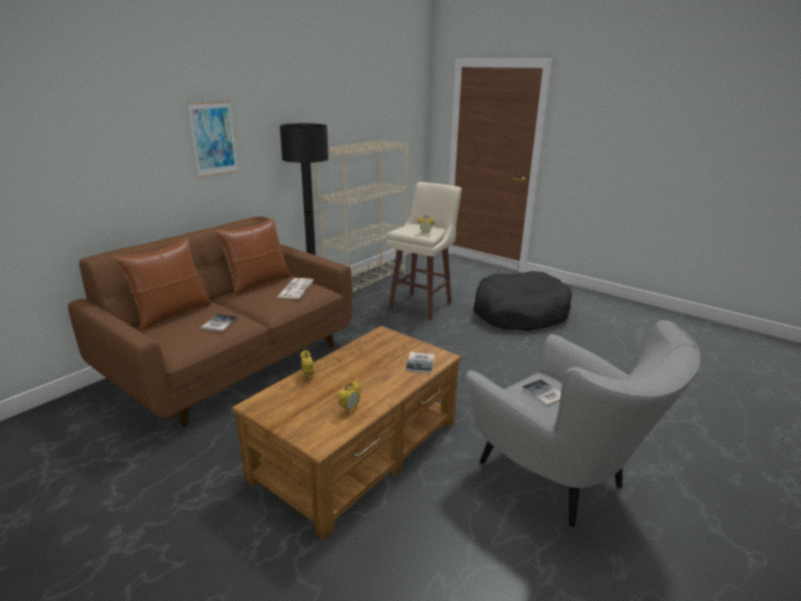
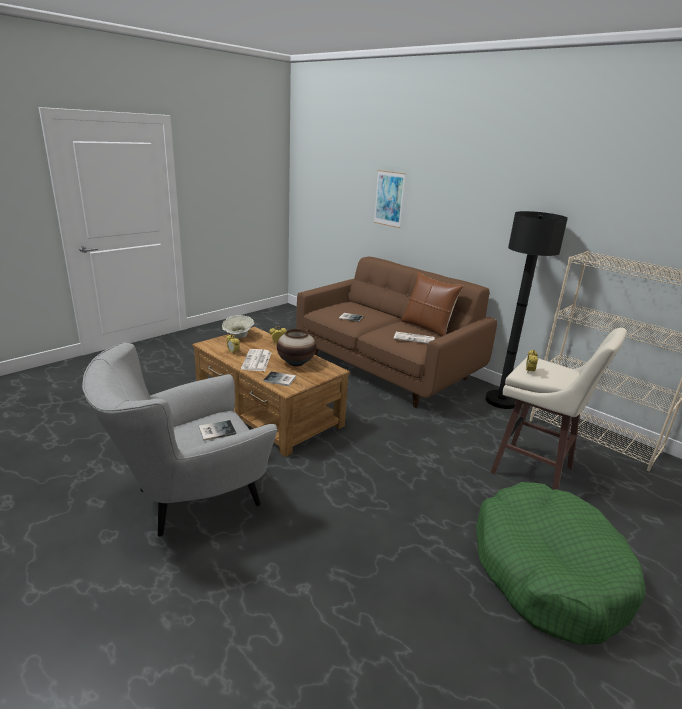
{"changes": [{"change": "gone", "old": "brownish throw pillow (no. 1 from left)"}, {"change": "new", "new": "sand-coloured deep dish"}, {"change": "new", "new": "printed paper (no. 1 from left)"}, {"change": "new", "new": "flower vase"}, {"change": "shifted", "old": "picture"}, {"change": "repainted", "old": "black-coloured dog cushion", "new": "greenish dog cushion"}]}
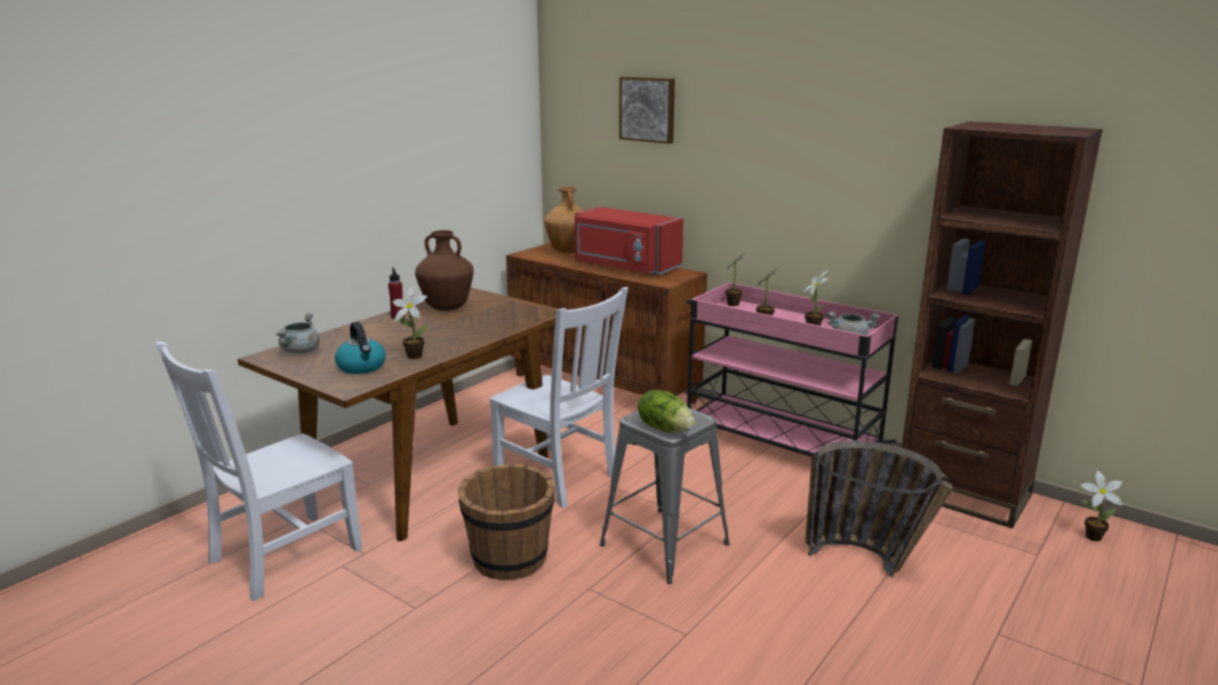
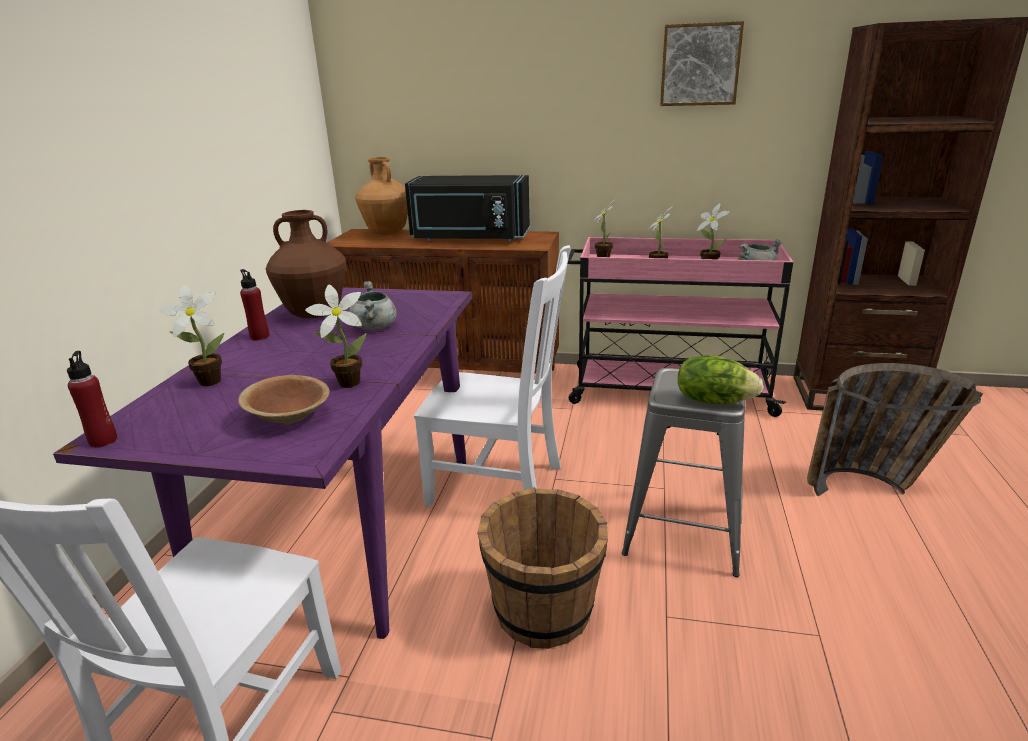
{"changes": [{"change": "new", "new": "reddish beverage bottle (no. 1 from left)"}, {"change": "shifted", "old": "greyish stockpot (no. 1 from left)"}, {"change": "shifted", "old": "picture"}, {"change": "shifted", "old": "potted plant (no. 5 from left in the first image)", "new": "potted plant (no. 1 from left)"}, {"change": "swapped", "old": "water kettle", "new": "brownish deep dish"}, {"change": "repainted", "old": "brownish dinner table", "new": "purplish dinner table"}, {"change": "repainted", "old": "reddish microwave oven", "new": "black-coloured microwave oven"}]}
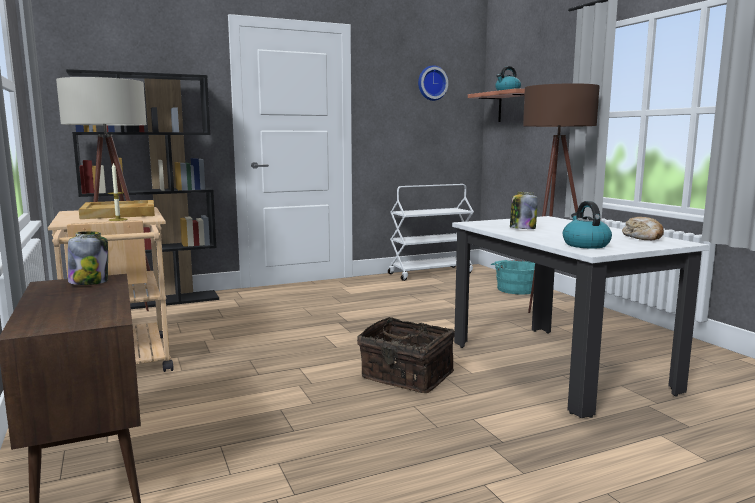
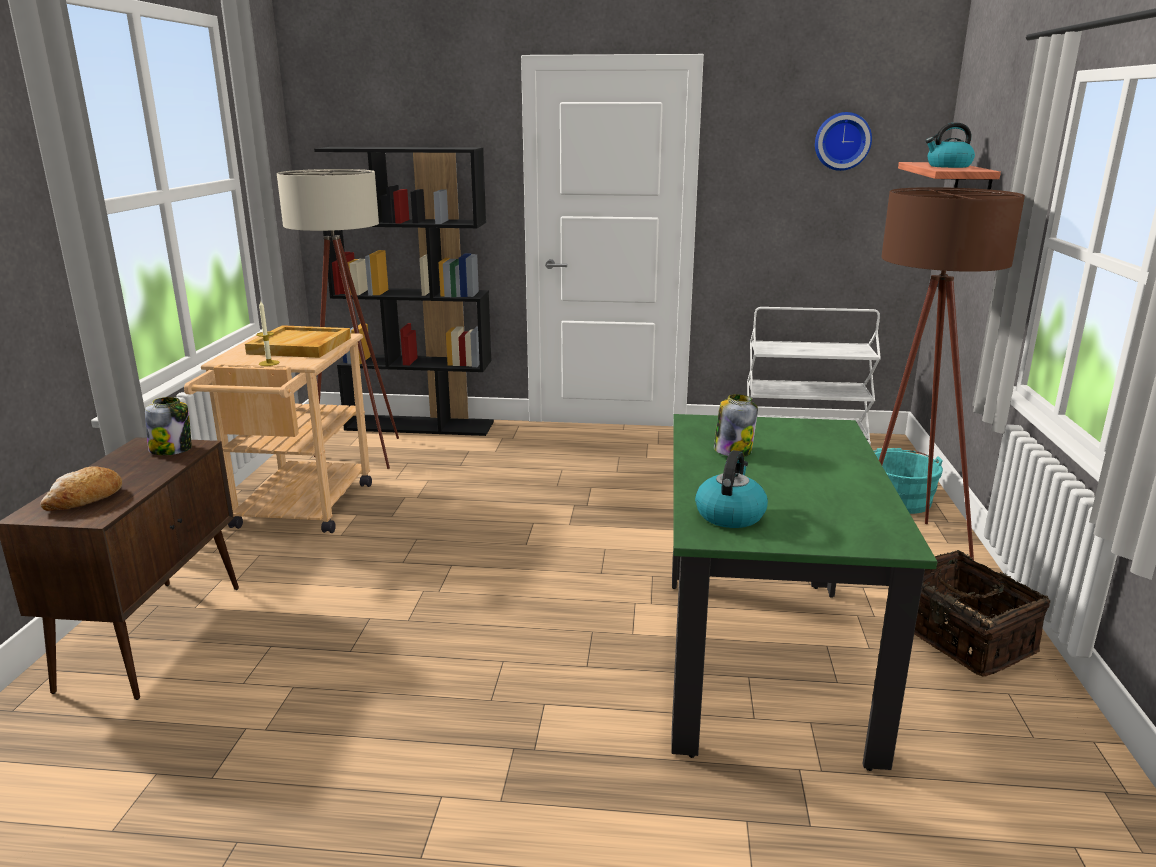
{"changes": [{"change": "shifted", "old": "basket"}, {"change": "shifted", "old": "baked bread"}, {"change": "repainted", "old": "white dinner table", "new": "greenish dinner table"}]}
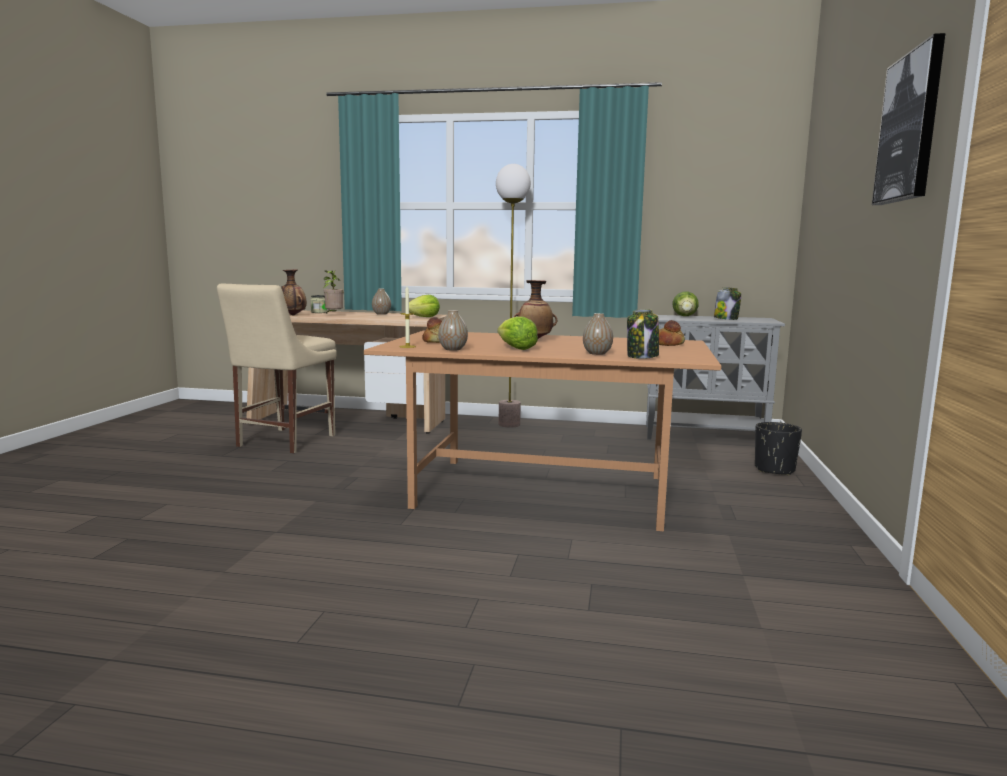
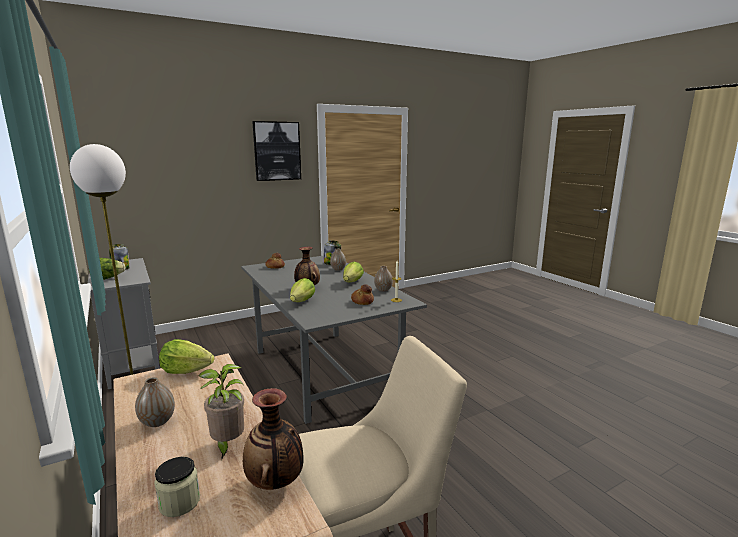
{"changes": [{"change": "gone", "old": "black-coloured plant pot"}, {"change": "new", "new": "lettuce (no. 3 from left)"}, {"change": "repainted", "old": "brownish dinner table", "new": "greyish dinner table"}]}
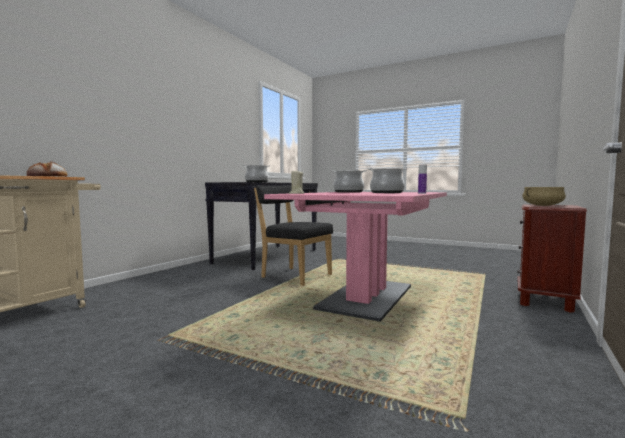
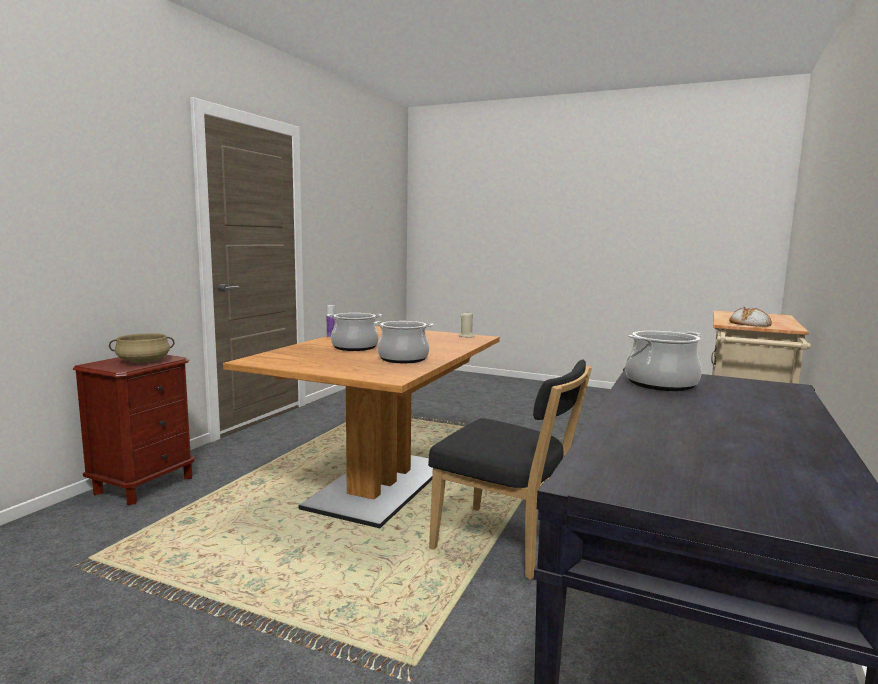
{"changes": [{"change": "repainted", "old": "pink dinner table", "new": "brownish dinner table"}]}
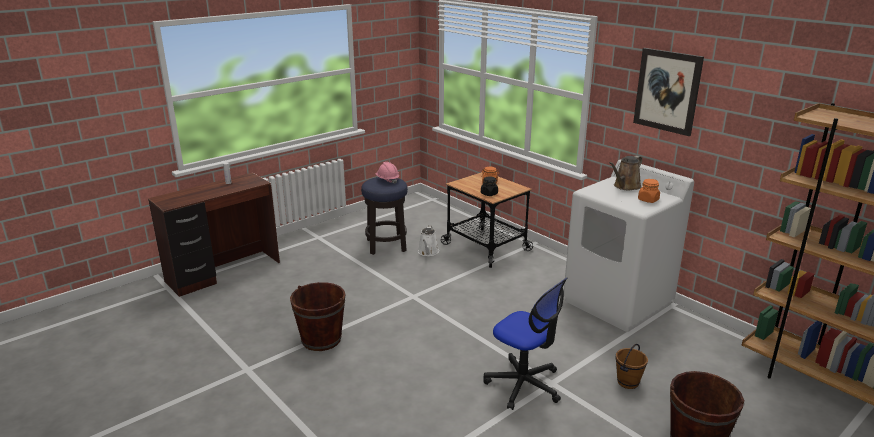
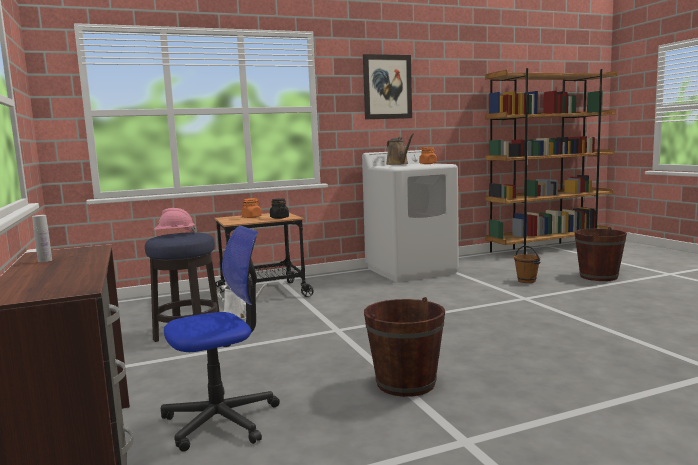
{"changes": [{"change": "shifted", "old": "office chair"}]}
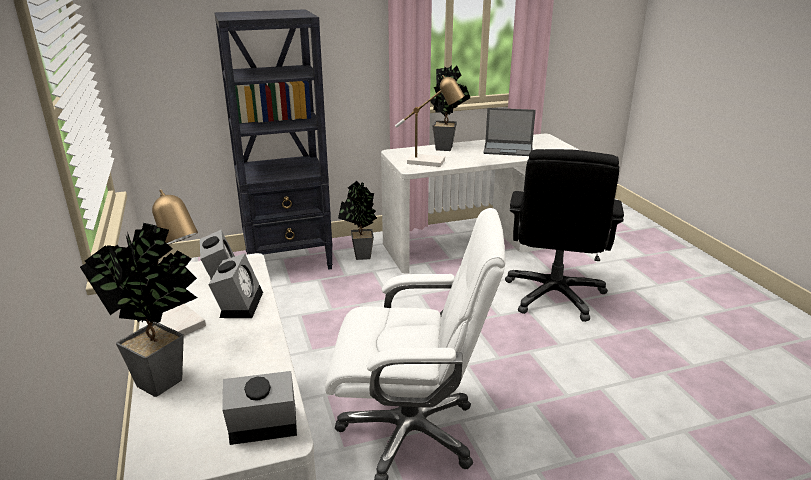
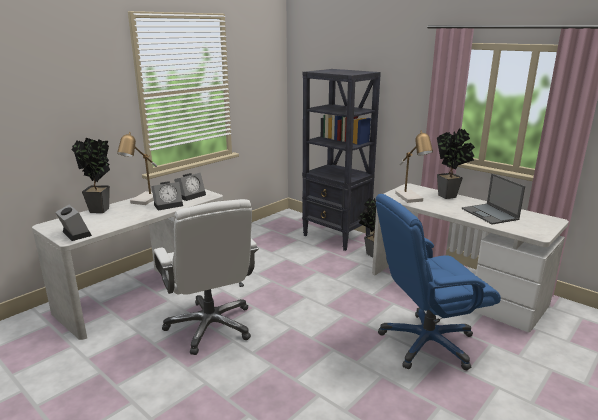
{"changes": [{"change": "repainted", "old": "black-coloured office chair", "new": "bluish office chair"}]}
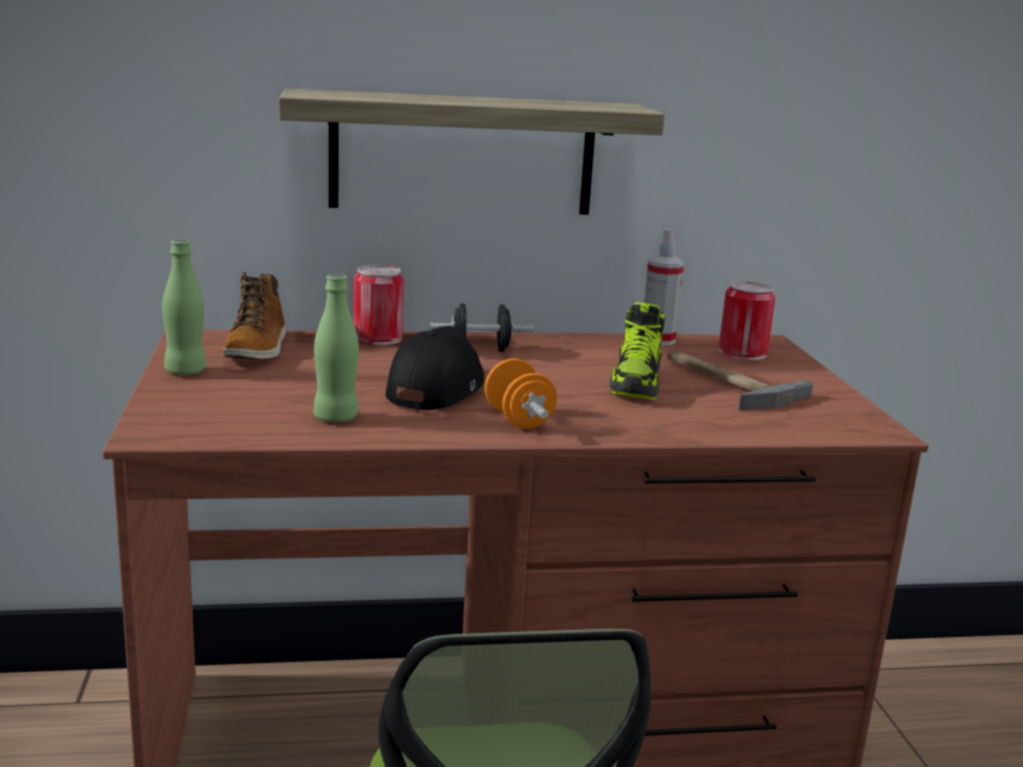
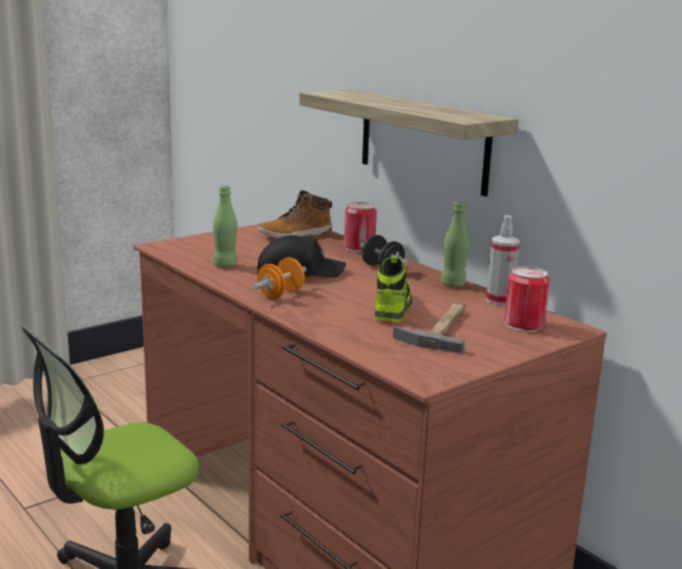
{"changes": [{"change": "shifted", "old": "greenish beverage bottle (no. 1 from left in the first image)", "new": "greenish beverage bottle (no. 2 from left)"}, {"change": "rotated", "old": "low shoe", "degrees": 120}]}
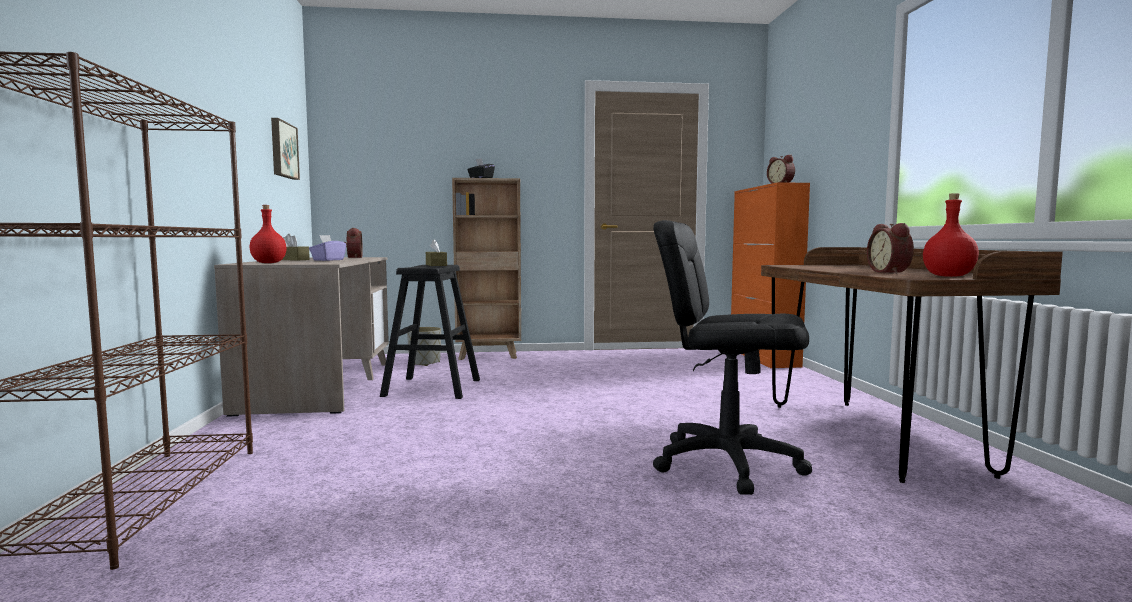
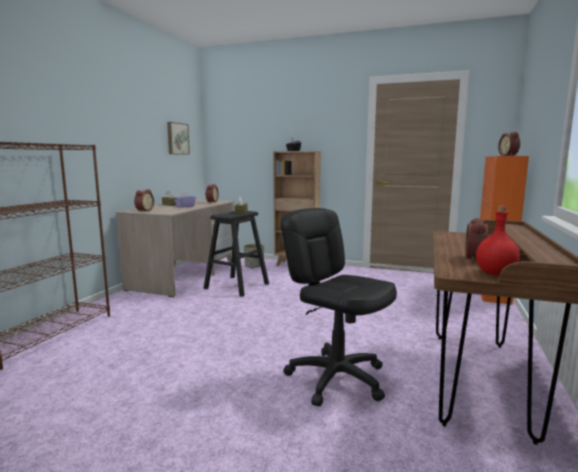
{"changes": [{"change": "swapped", "old": "reddish beverage bottle (no. 1 from left)", "new": "bedside clock (no. 1 from left)"}]}
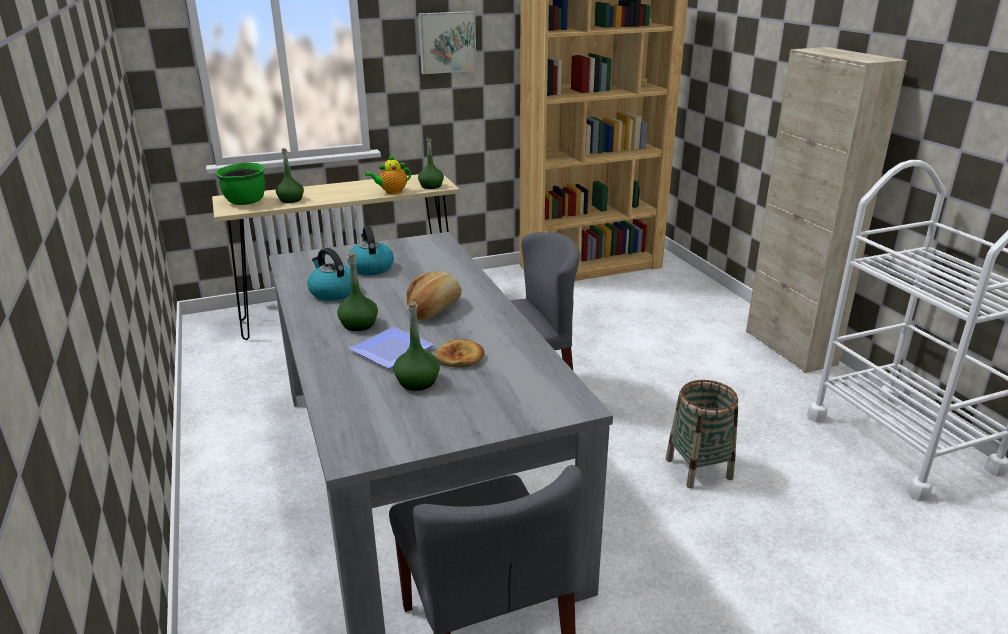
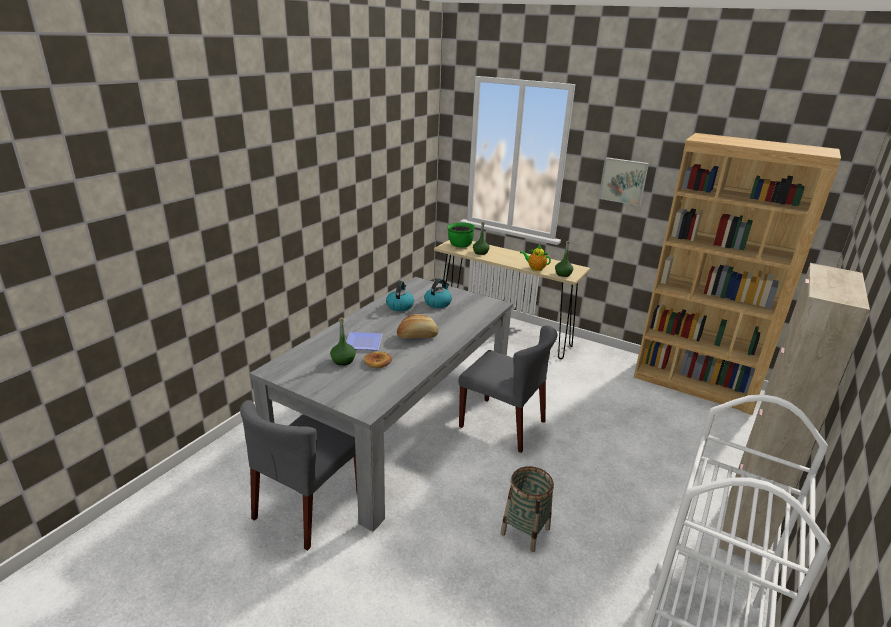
{"changes": [{"change": "gone", "old": "greenish beverage bottle (no. 2 from left)"}]}
